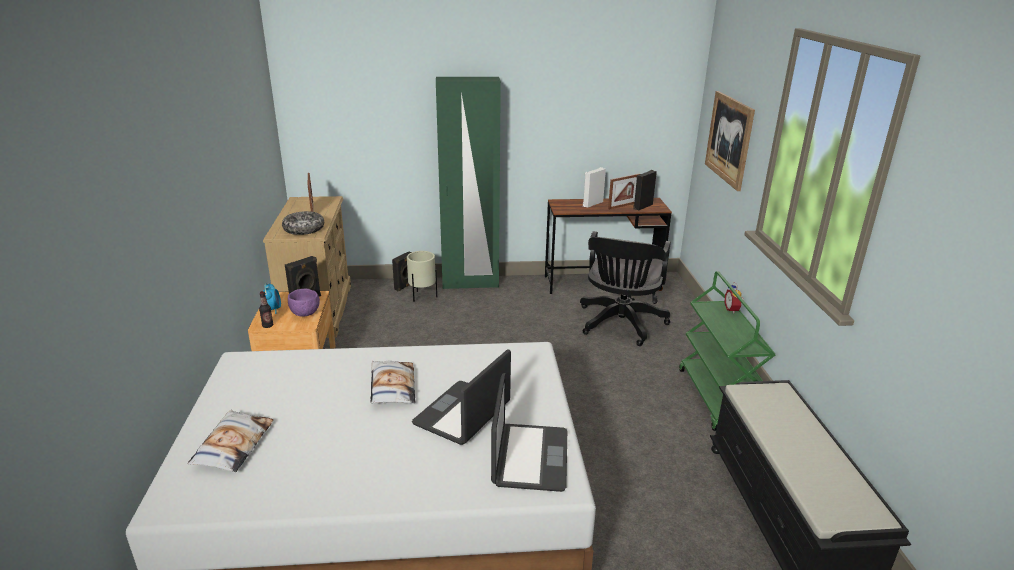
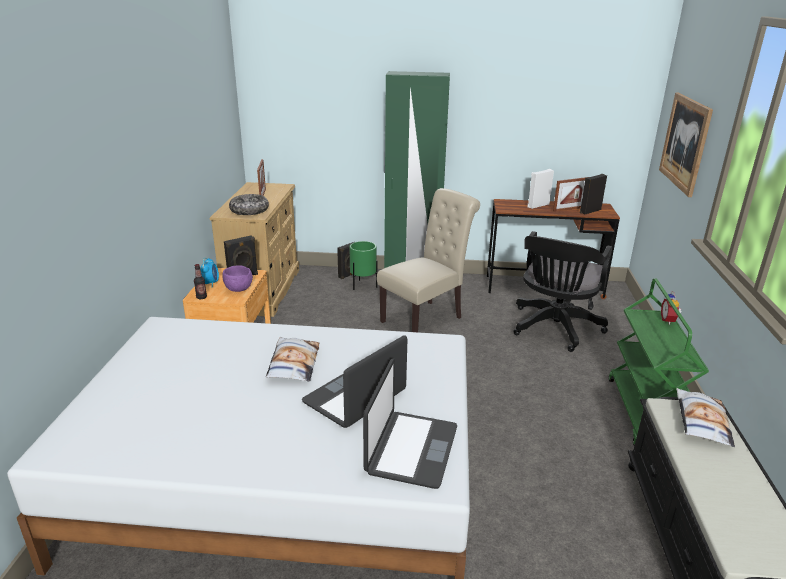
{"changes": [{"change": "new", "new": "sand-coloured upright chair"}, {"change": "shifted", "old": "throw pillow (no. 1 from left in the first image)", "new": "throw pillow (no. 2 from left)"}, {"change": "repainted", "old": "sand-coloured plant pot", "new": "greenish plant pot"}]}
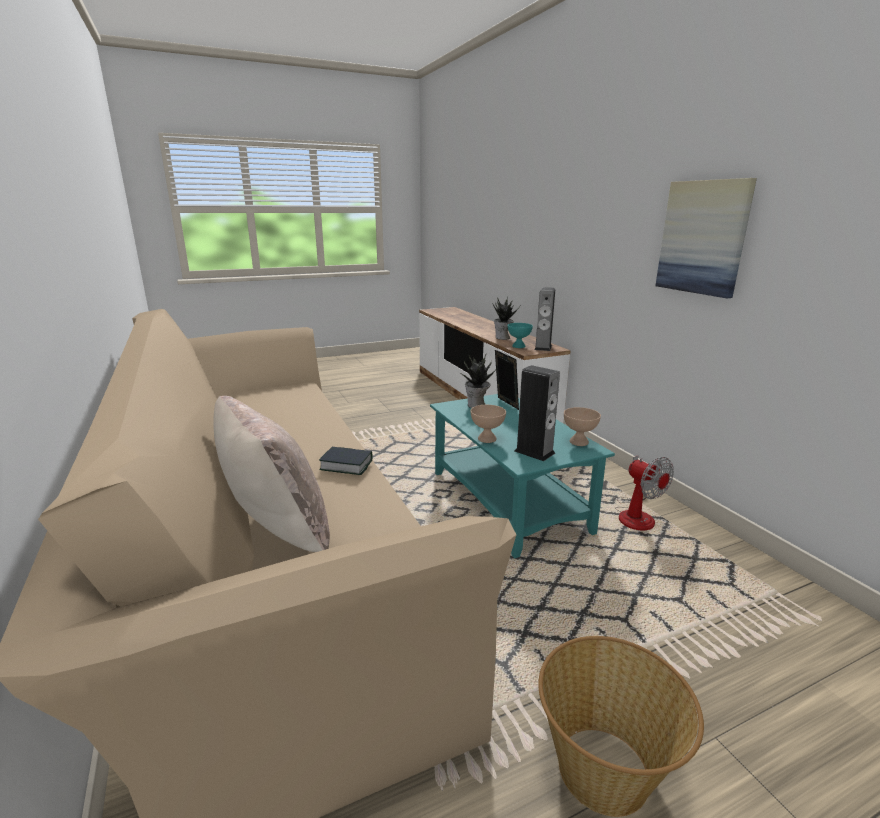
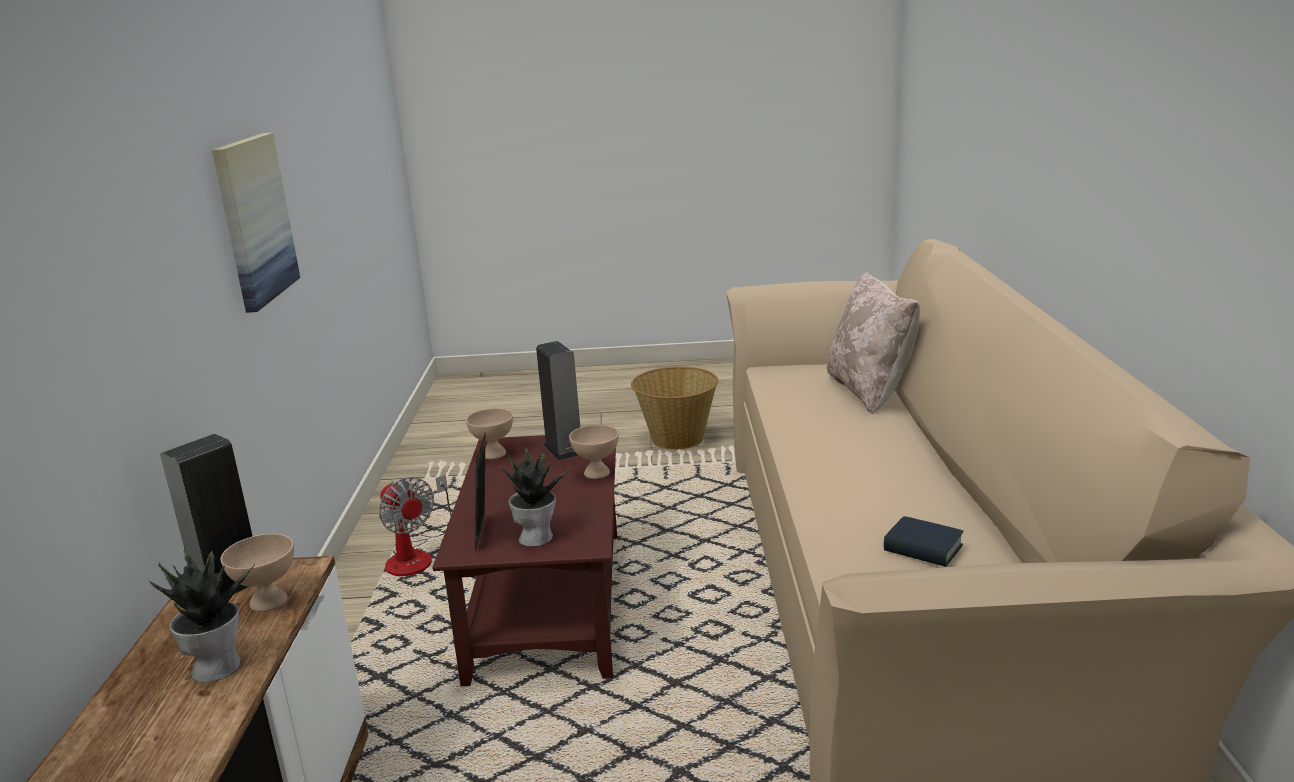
{"changes": [{"change": "shifted", "old": "book"}, {"change": "repainted", "old": "turquoise-coloured lounge table", "new": "brownish lounge table"}, {"change": "repainted", "old": "turquoise-coloured deep dish", "new": "sand-coloured deep dish (no. 1 from left)"}, {"change": "rotated", "old": "fan", "degrees": 150}]}
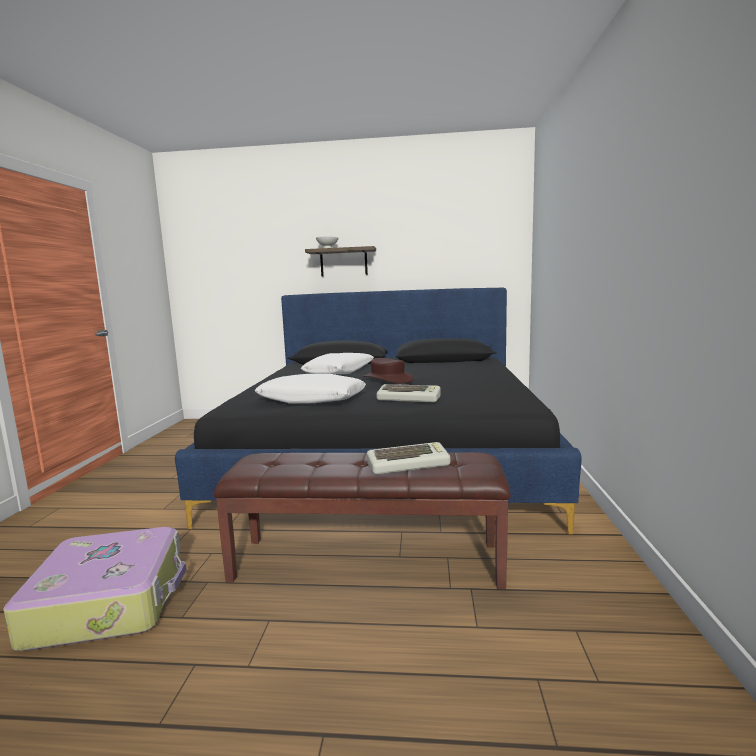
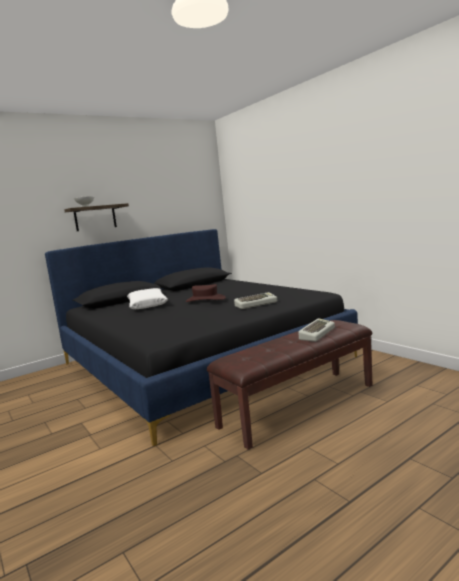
{"changes": [{"change": "gone", "old": "travel case"}, {"change": "gone", "old": "white throw pillow (no. 1 from left)"}]}
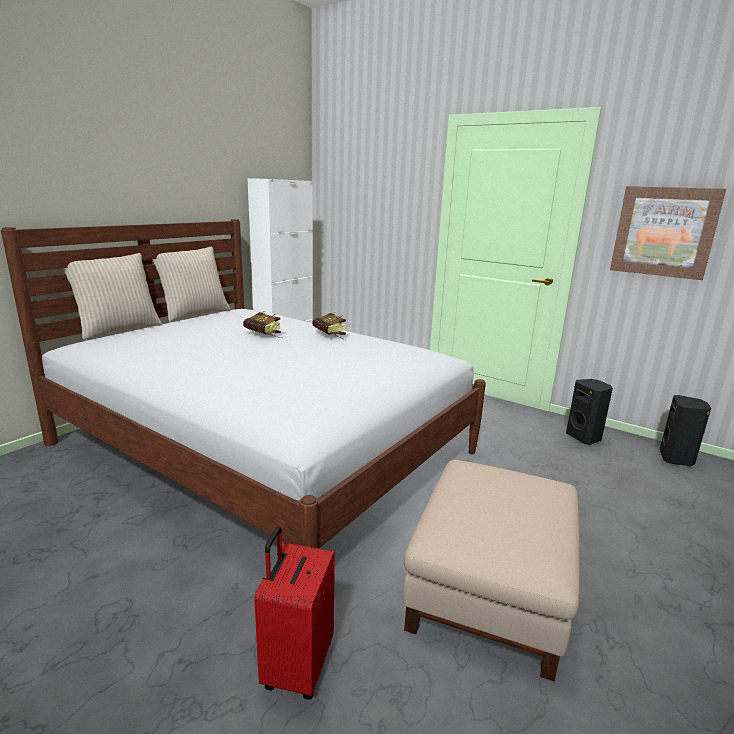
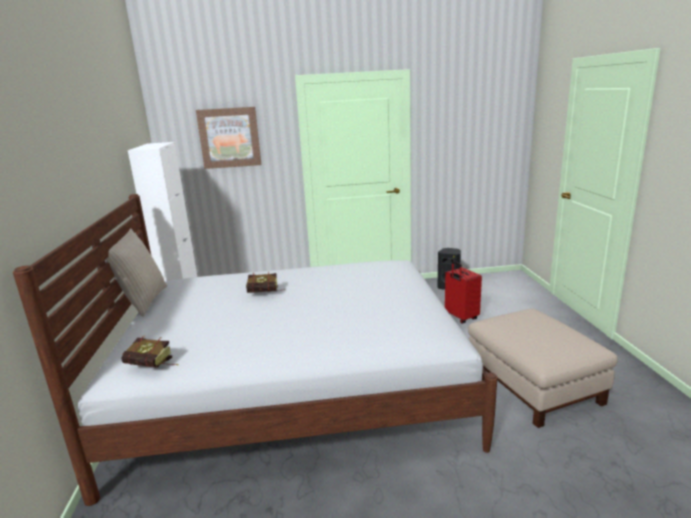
{"changes": [{"change": "gone", "old": "sand-coloured throw pillow (no. 1 from left)"}, {"change": "gone", "old": "black-coloured audio speaker (no. 2 from left)"}, {"change": "shifted", "old": "reddish travel case"}, {"change": "shifted", "old": "book (no. 2 from left in the first image)", "new": "book (no. 1 from left)"}, {"change": "shifted", "old": "picture"}]}
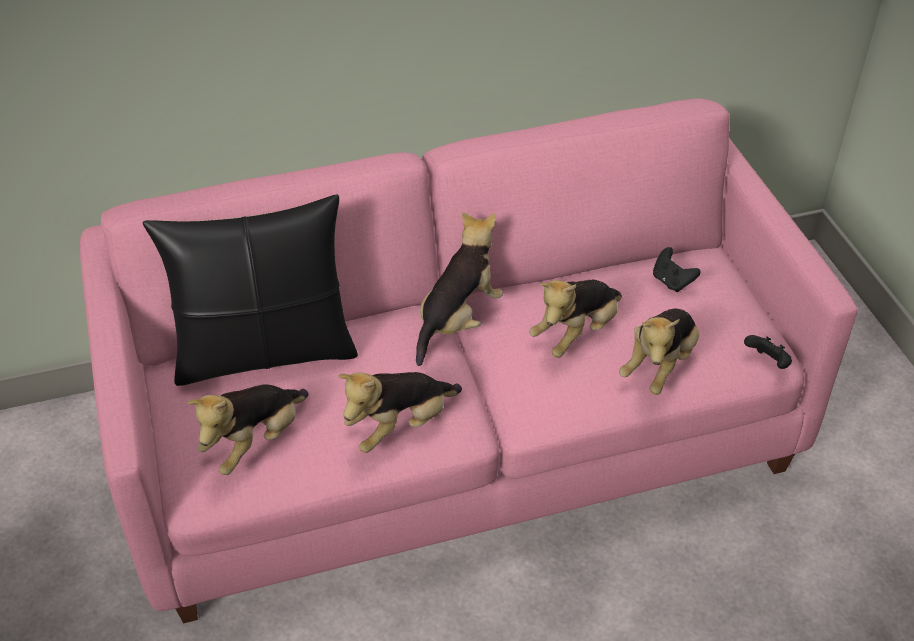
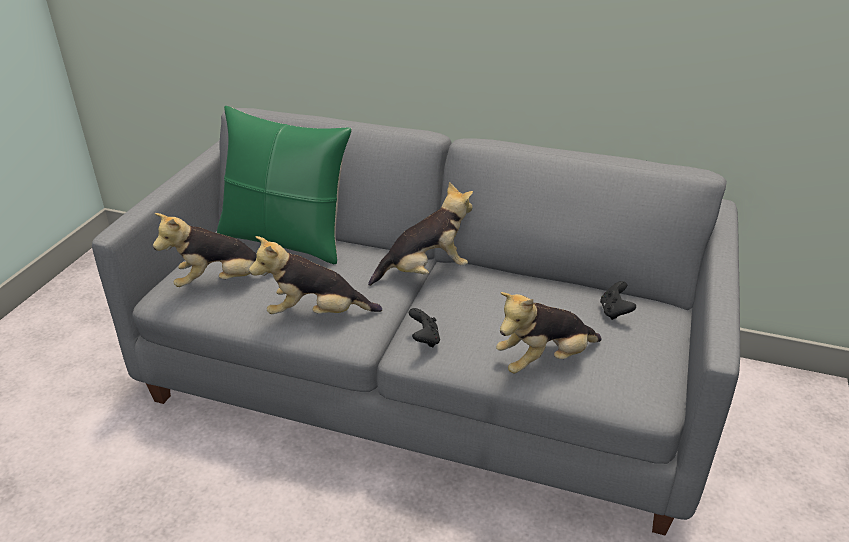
{"changes": [{"change": "gone", "old": "cuddly toy (no. 4 from left)"}, {"change": "shifted", "old": "black-coloured gamepad (no. 2 from left in the first image)", "new": "black-coloured gamepad (no. 1 from left)"}, {"change": "repainted", "old": "pink couch", "new": "greyish couch"}, {"change": "repainted", "old": "black-coloured throw pillow", "new": "greenish throw pillow"}]}
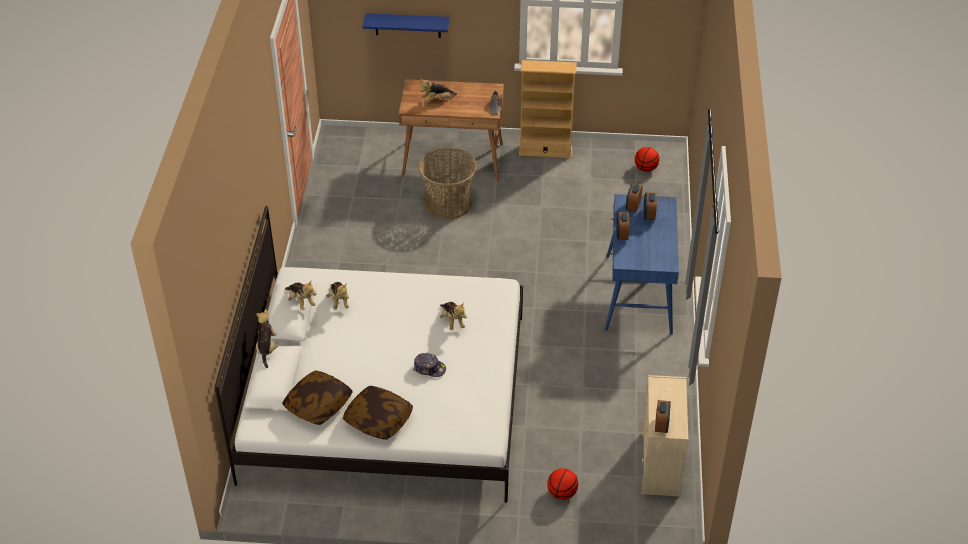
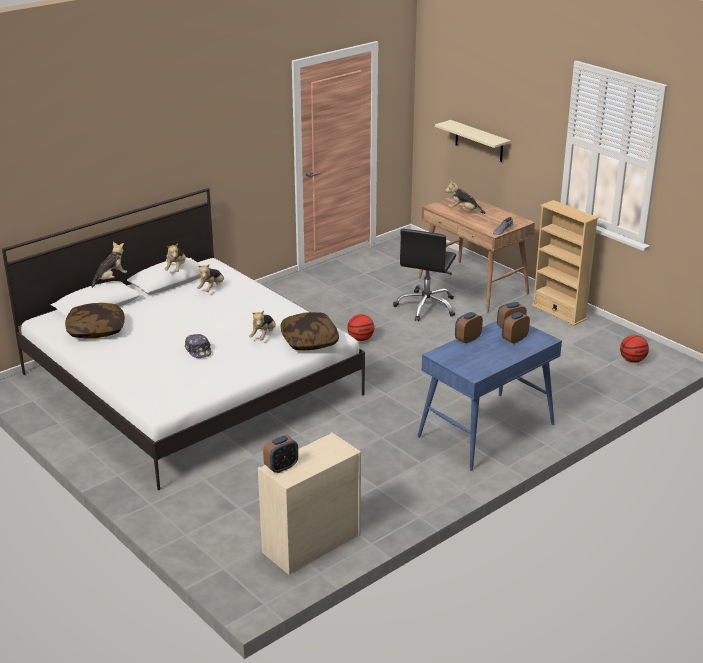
{"changes": [{"change": "shifted", "old": "throw pillow (no. 2 from left)"}, {"change": "shifted", "old": "ball for basketball (no. 1 from left)"}, {"change": "swapped", "old": "basket", "new": "black-coloured office chair"}, {"change": "repainted", "old": "bluish bracket shelf", "new": "sand-coloured bracket shelf"}]}
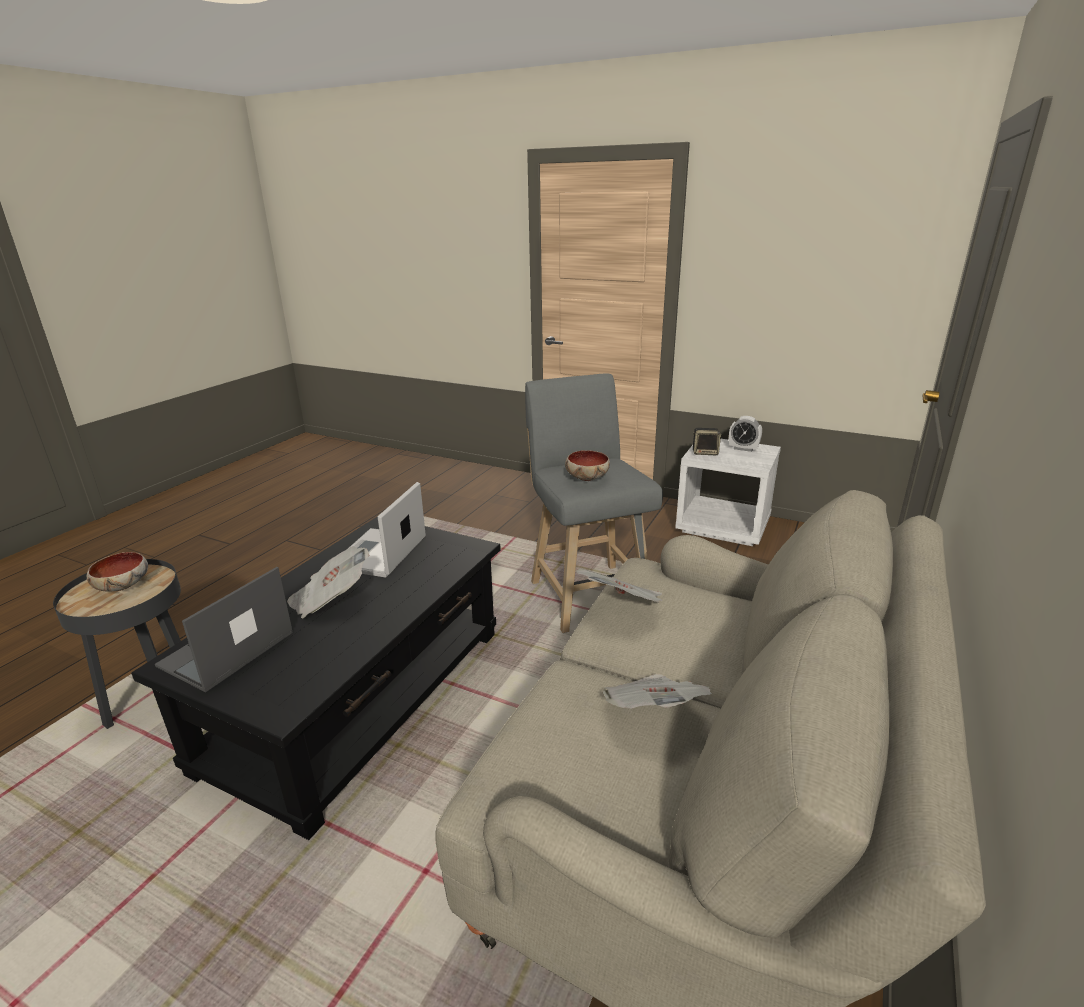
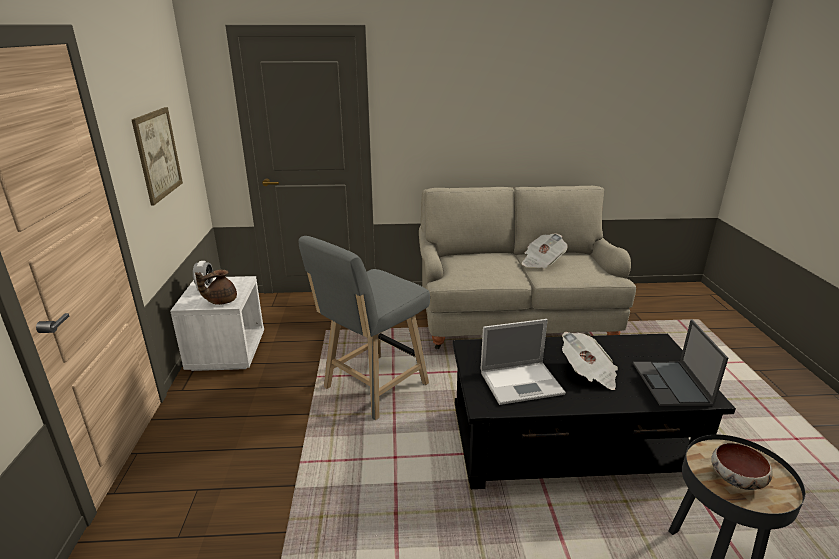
{"changes": [{"change": "gone", "old": "deep dish (no. 2 from left)"}, {"change": "gone", "old": "printed paper (no. 2 from left)"}, {"change": "new", "new": "picture"}, {"change": "swapped", "old": "audio speaker", "new": "brownish teapot"}, {"change": "rotated", "old": "notebook computer (no. 1 from left in the first image)", "degrees": 90}]}
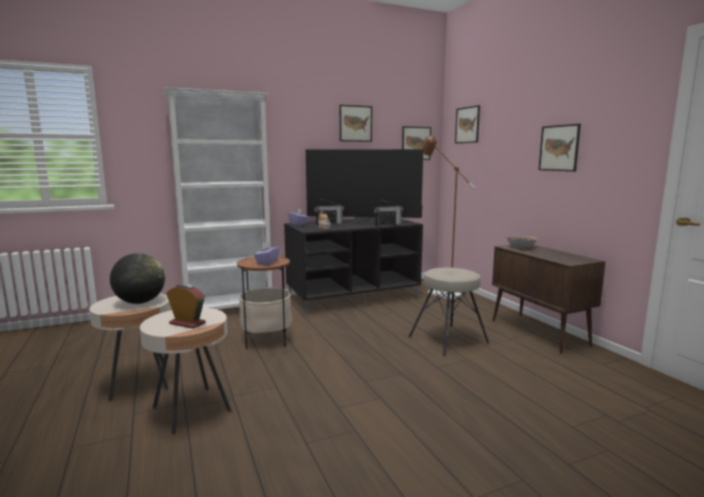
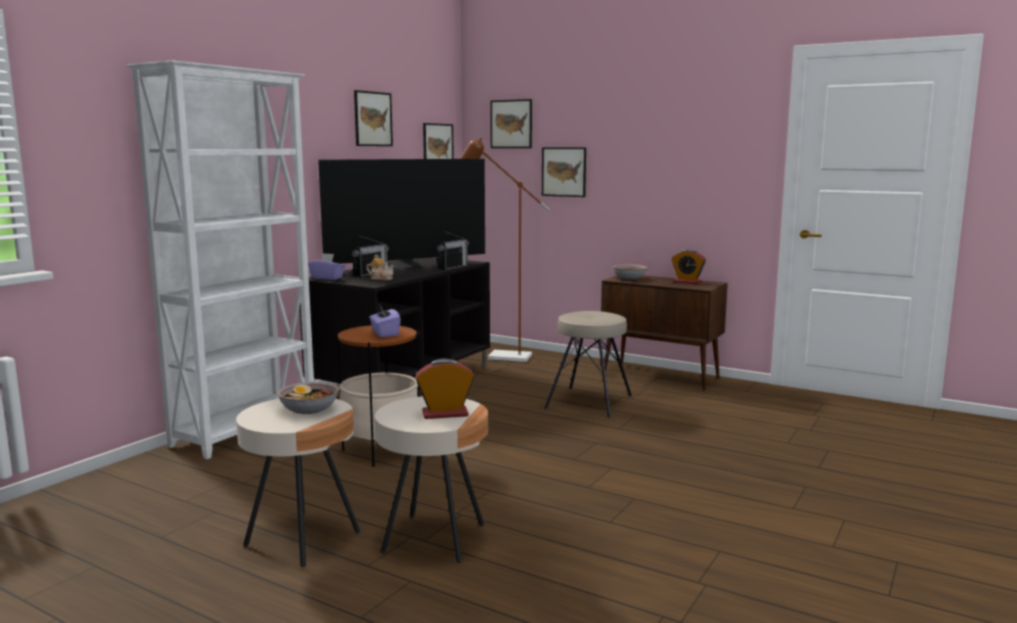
{"changes": [{"change": "new", "new": "bedside clock (no. 2 from left)"}, {"change": "shifted", "old": "picture (no. 4 from left)"}, {"change": "swapped", "old": "world globe", "new": "deep dish (no. 1 from left)"}]}
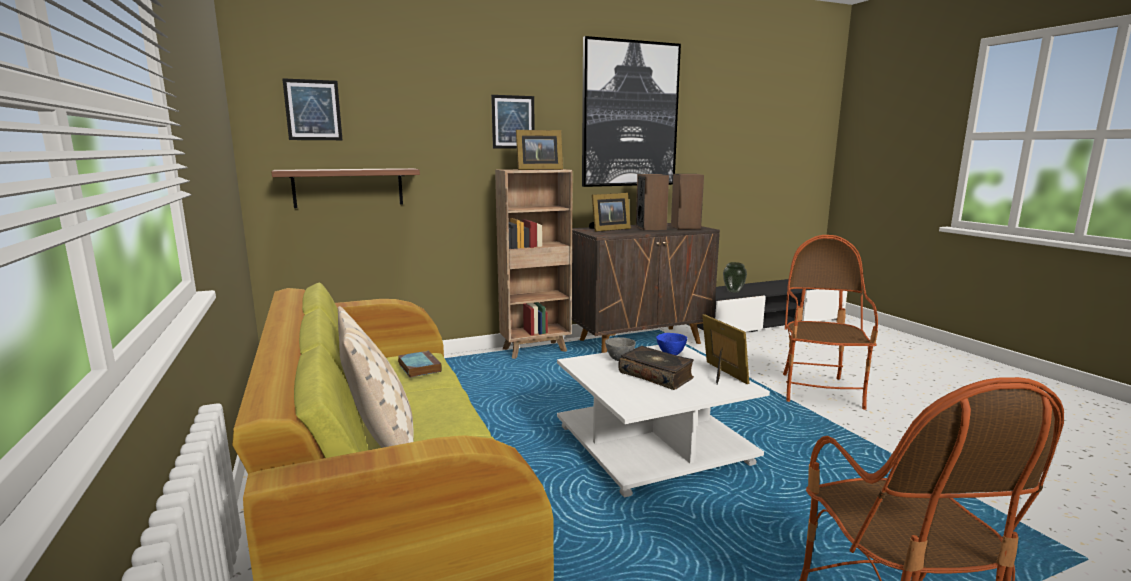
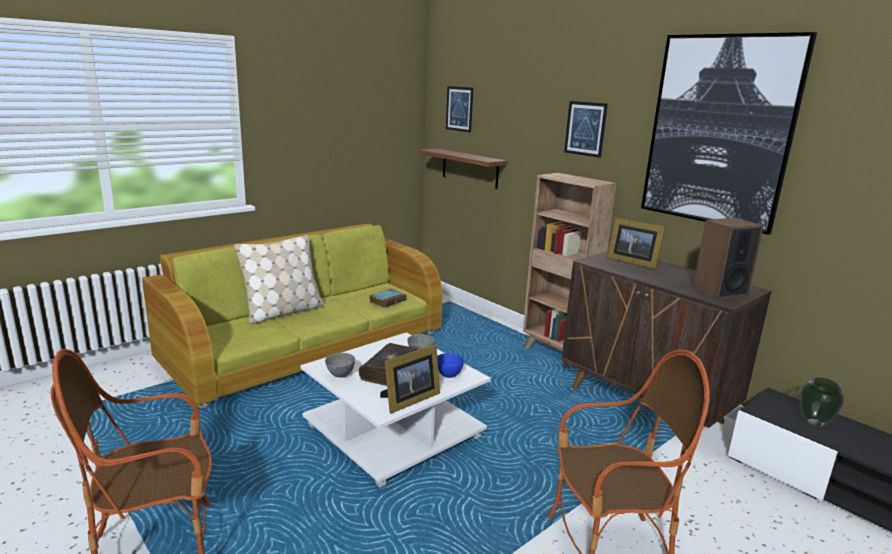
{"changes": [{"change": "gone", "old": "standing frame (no. 1 from left)"}, {"change": "gone", "old": "audio speaker (no. 1 from left)"}, {"change": "new", "new": "greyish deep dish (no. 1 from left)"}]}
